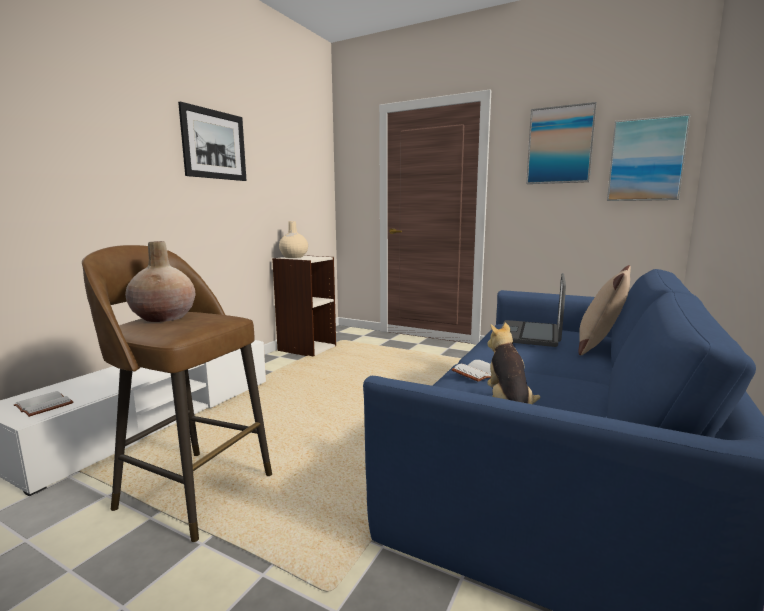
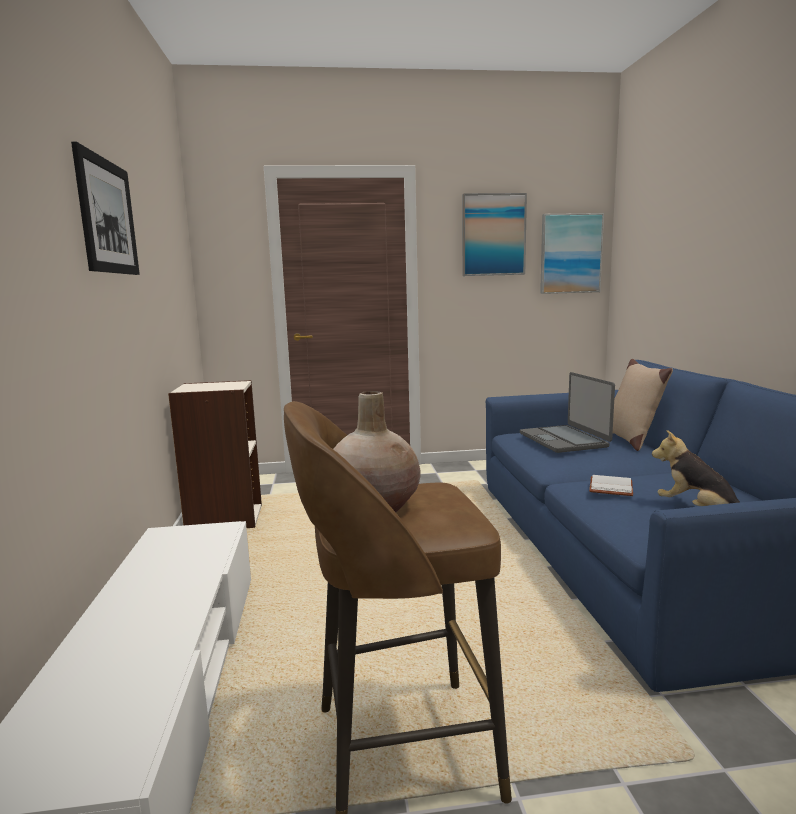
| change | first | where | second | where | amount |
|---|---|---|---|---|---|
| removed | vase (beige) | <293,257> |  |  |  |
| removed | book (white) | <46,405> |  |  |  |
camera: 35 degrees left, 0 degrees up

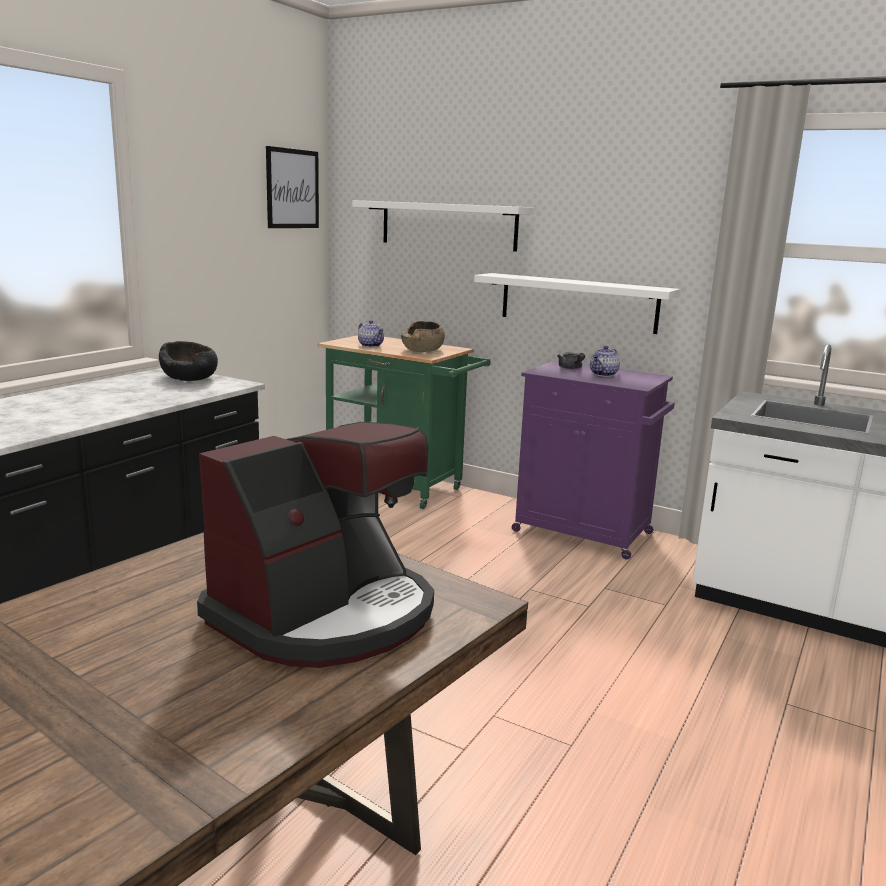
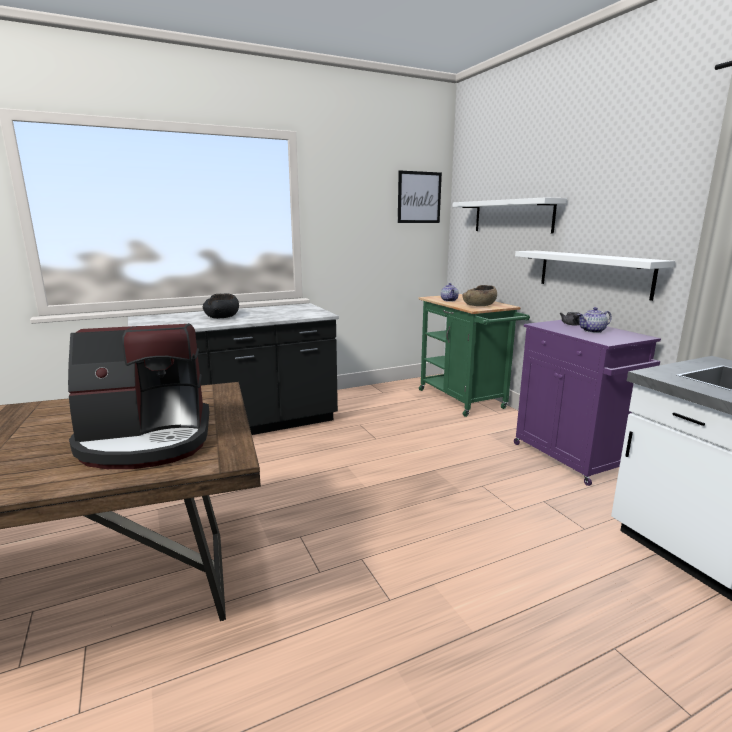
| change | first | where | second | where | amount |
|---|---|---|---|---|---|
| moved | bowl (black) | <189,378> |  | <222,317> |  |
camera: 35 degrees right, 0 degrees up

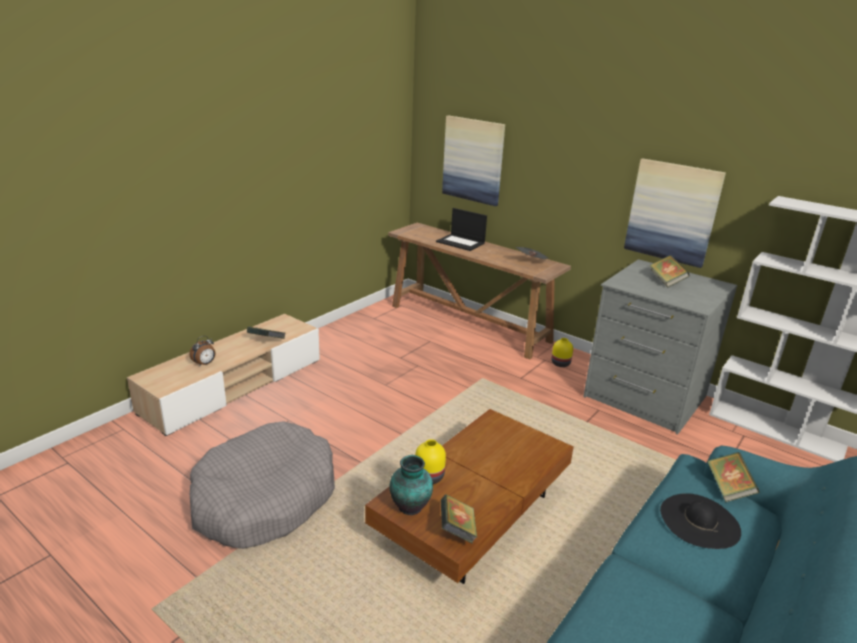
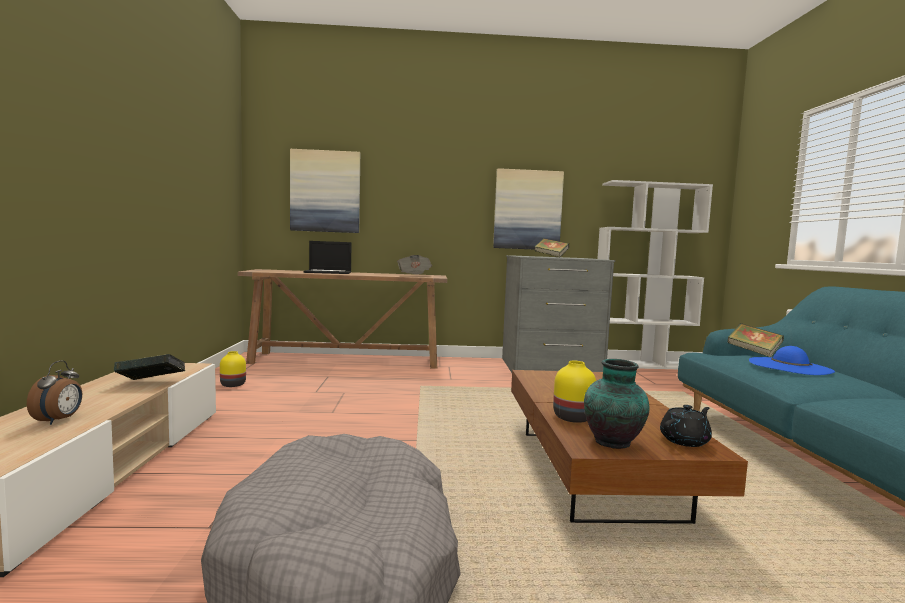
| change | first | where | second | where | amount |
|---|---|---|---|---|---|
| moved | vase (yellow) | <560,363> |  | <233,384> |  |
| recoloured | hat (black) | <699,521> | hat (blue) | <789,366> |  |
| replaced | book | <457,530> | teapot (black) | <685,440> |  |
camera: 40 degrees left, 20 degrees down

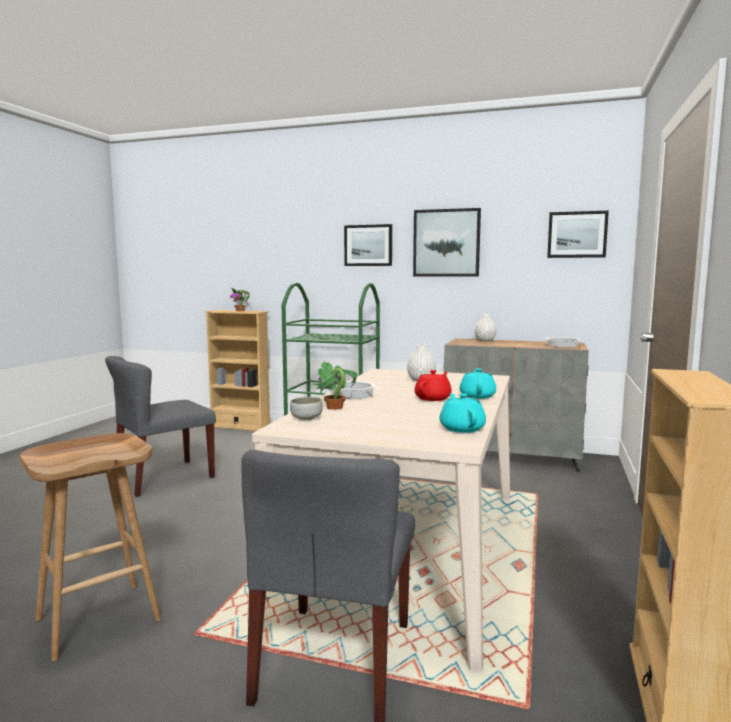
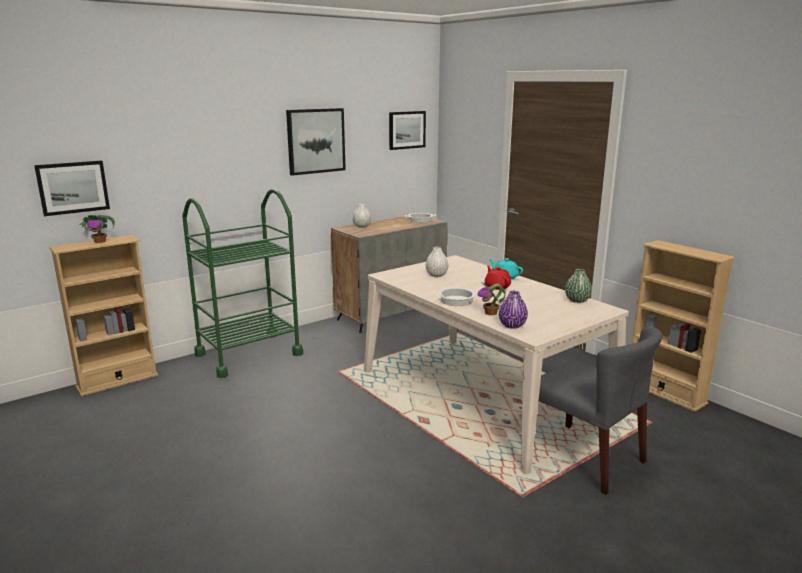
| change | first | where | second | where | amount |
|---|---|---|---|---|---|
| moved | picture | <368,245> |  | <73,187> |  |
| removed | chair (grey) | <163,477> |  |  |  |
| replaced | teapot (turquoise) | <462,428> | vase (green) | <577,300> |  |
| replaced | bowl | <306,418> | vase (purple) | <512,325> |  |
| removed | stool (brown) | <99,618> |  |  |  |
camera: 55 degrees left, 10 degrees up

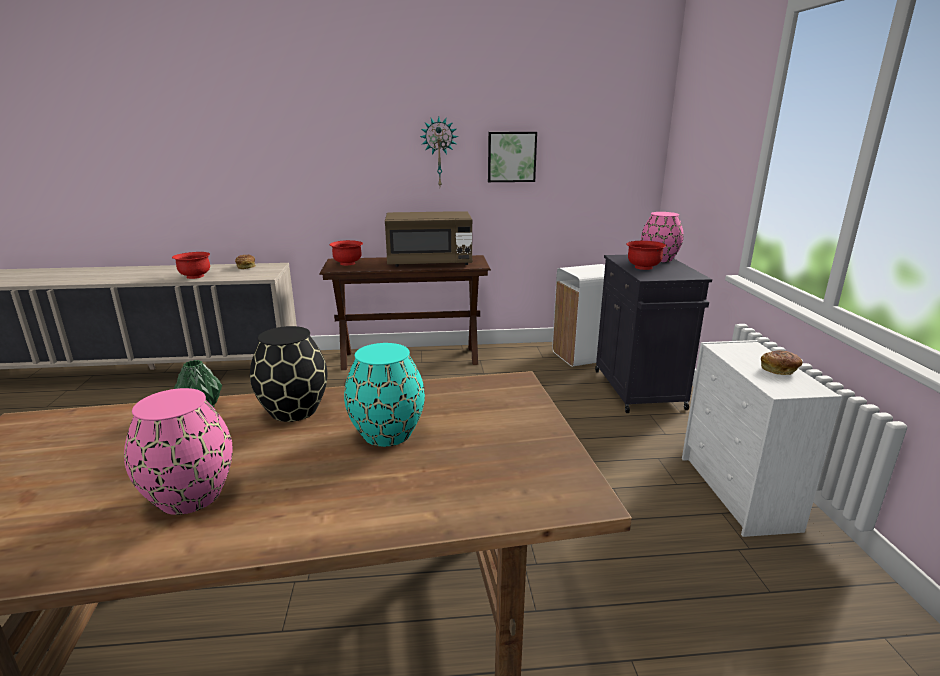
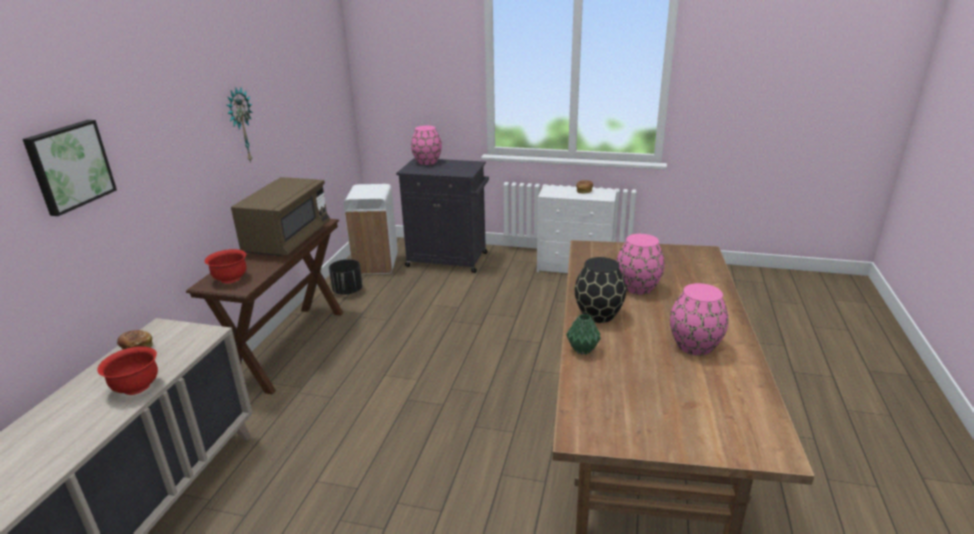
| change | first | where | second | where | amount |
|---|---|---|---|---|---|
| moved | picture | <511,156> |  | <69,166> |  |
| removed | bowl (red) | <643,267> |  |  |  |
| recoloured | vase (turquoise) | <387,433> | vase (pink) | <637,287> |  |
| added |  |  | planter (black) | <348,291> |  |
camera: 70 degrees left, 5 degrees up

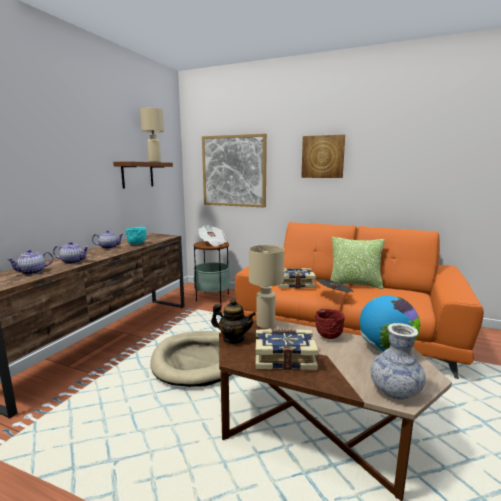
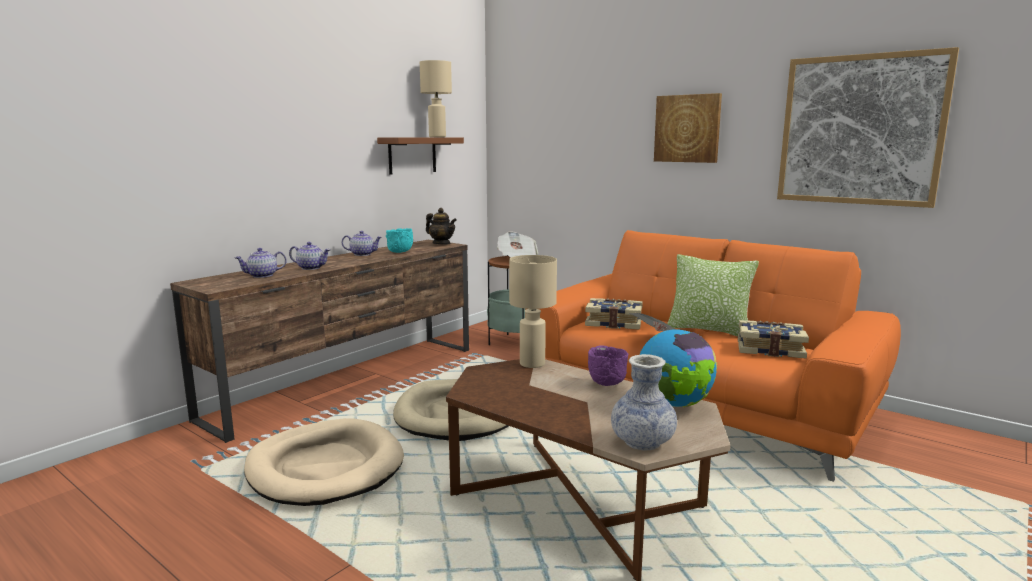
| change | first | where | second | where | amount |
|---|---|---|---|---|---|
| moved | picture | <234,171> |  | <860,130> |  |
| moved | teapot | <233,339> |  | <441,244> |  |
| recoloured | bowl (red) | <328,336> | bowl (purple) | <606,384> |  |
| moved | book | <284,358> |  | <770,349> |  |
| added |  |  | dog bed (beige) | <325,467> |  |
camera: 15 degrees right, 0 degrees up

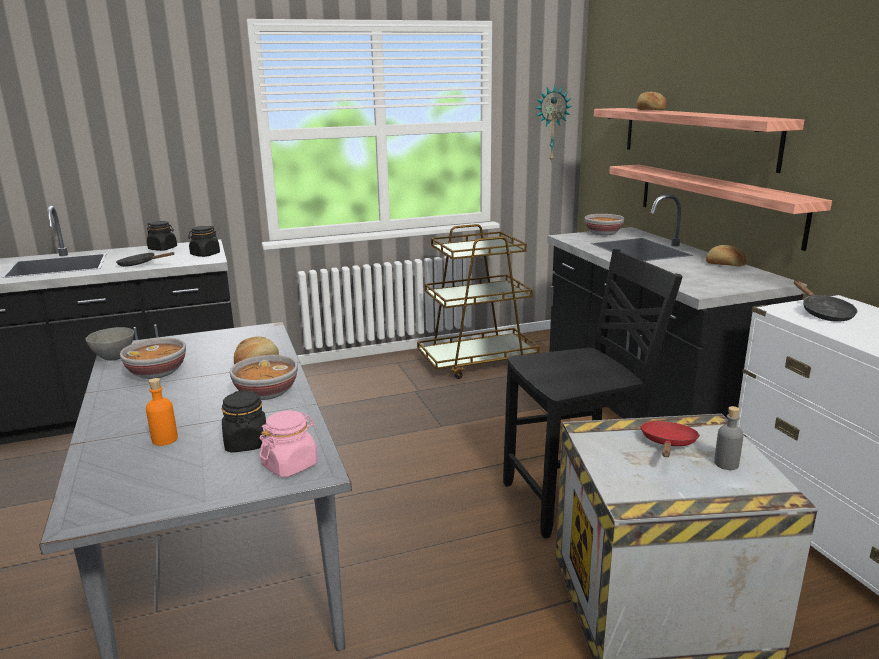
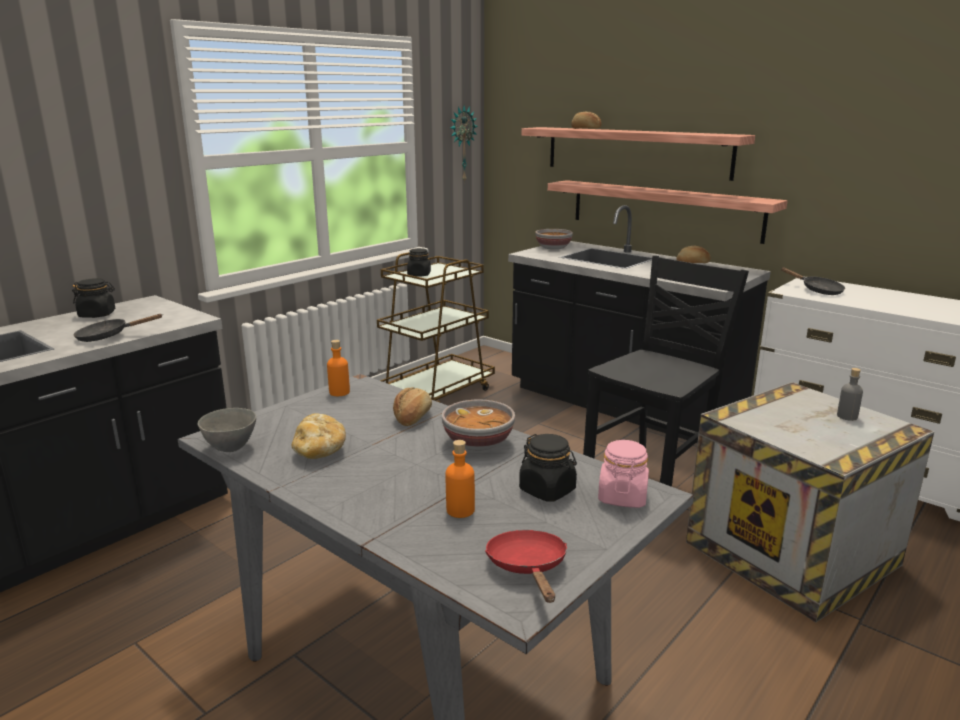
| change | first | where | second | where | amount |
|---|---|---|---|---|---|
| moved | jar (black) | <205,255> |  | <419,275> |  |
| replaced | bowl | <157,373> | bread | <319,451> |  |
| moved | frying pan (red) | <668,444> |  | <528,568> |  |
| added |  |  | bottle (orange) | <339,392> |  |
camera: 30 degrees left, 0 degrees up

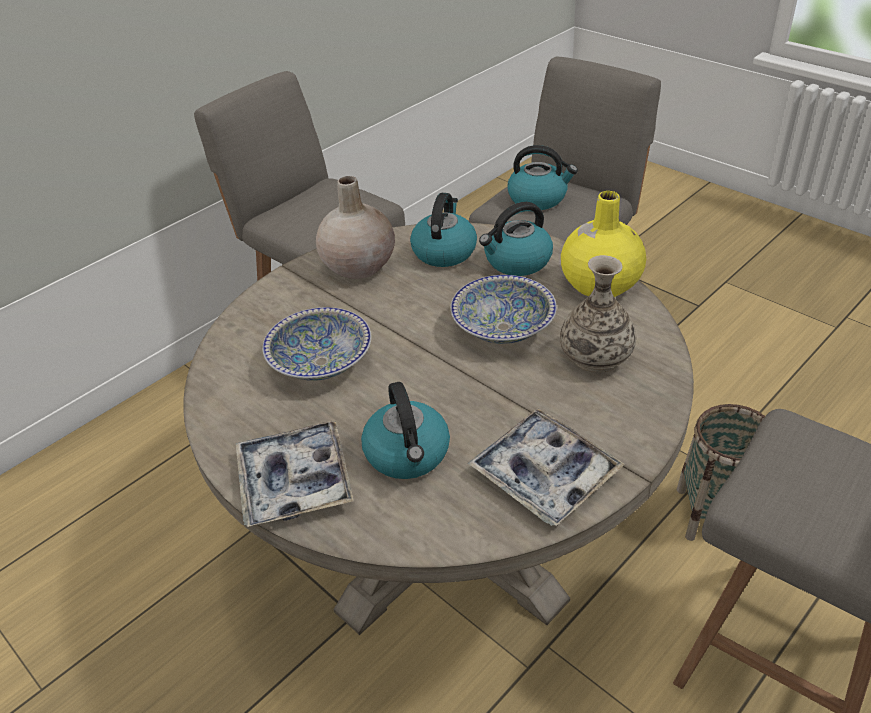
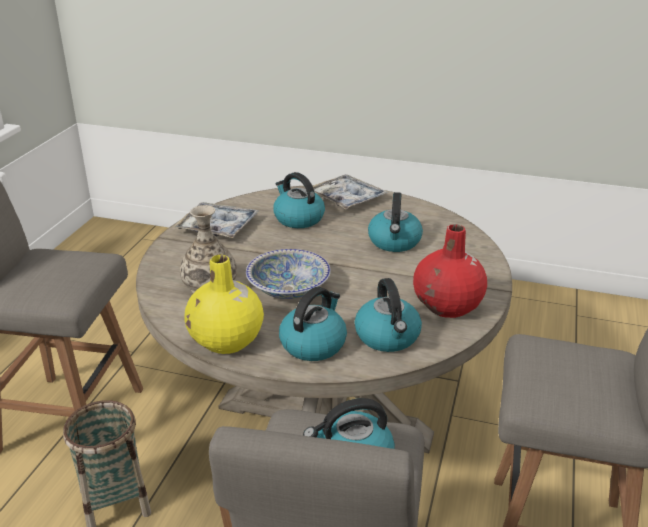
| change | first | where | second | where | amount |
|---|---|---|---|---|---|
| recoloured | vase (beige) | <358,265> | vase (red) | <448,306> |  |
| replaced | bowl | <320,362> | kettle | <394,242> |  |
camera: 150 degrees right, 10 degrees down

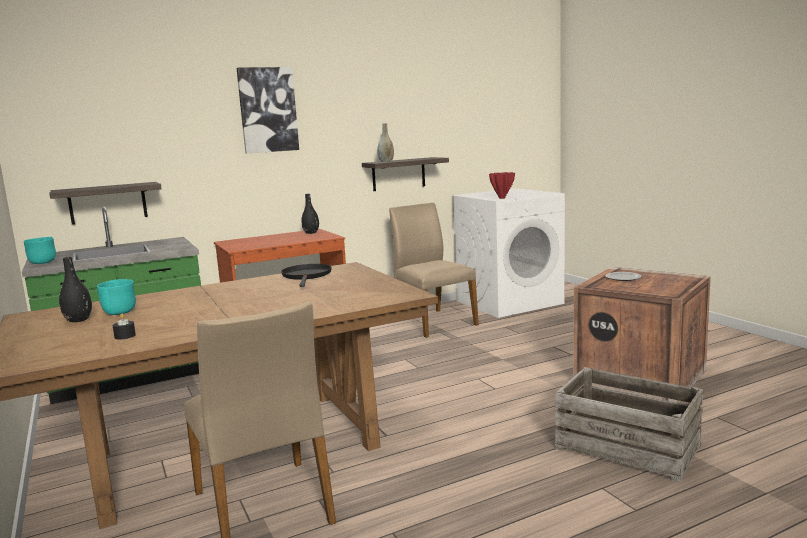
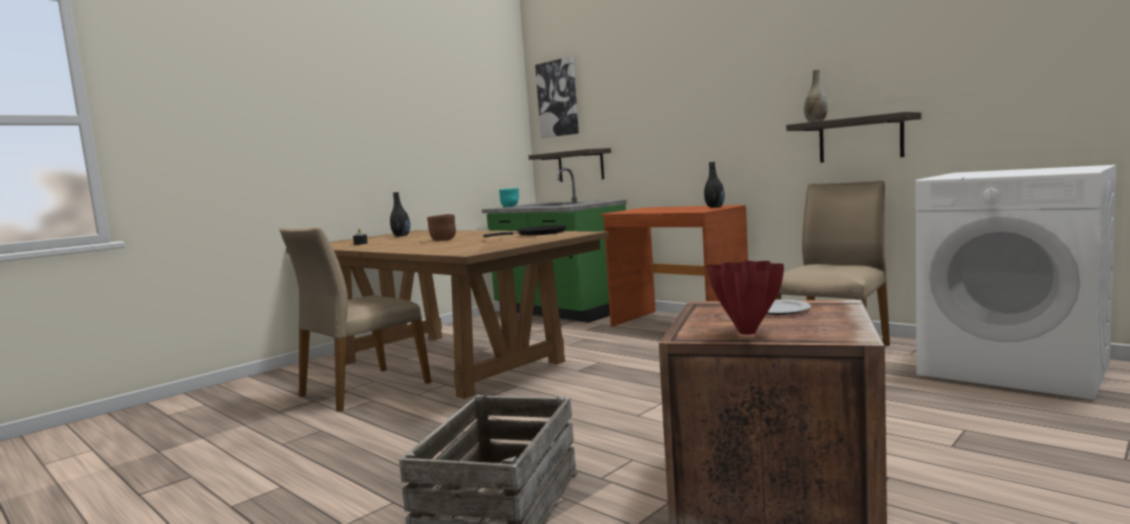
| change | first | where | second | where | amount |
|---|---|---|---|---|---|
| moved | picture | <268,110> |  | <558,98> |  |
| moved | vase (red) | <502,198> |  | <748,332> |  |
| removed | bowl (turquoise) | <119,313> |  |  |  |
| added |  |  | bowl (brown) | <442,240> |  |
camera: 70 degrees right, 5 degrees down

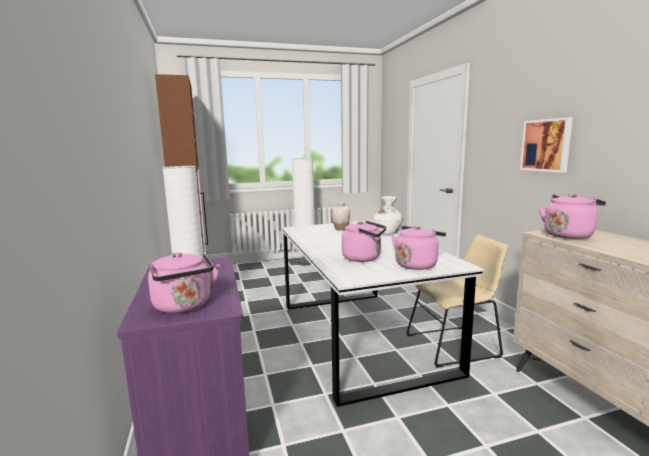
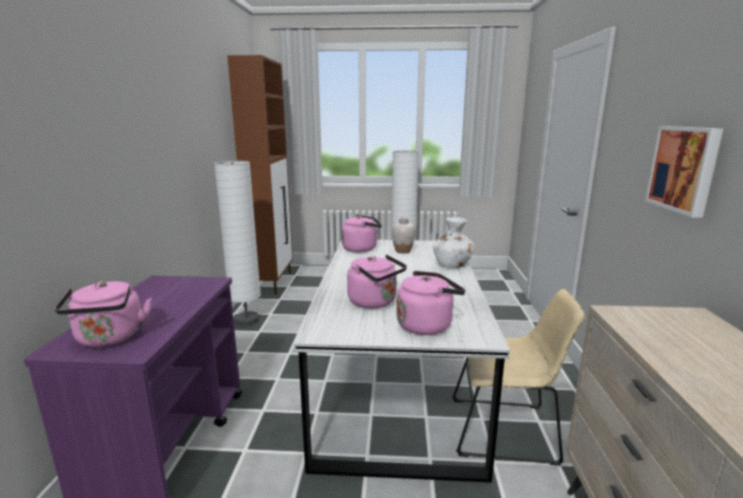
| change | first | where | second | where | amount |
|---|---|---|---|---|---|
| moved | kettle (pink) | <568,235> |  | <361,248> |  |
camera: 20 degrees right, 5 degrees up

